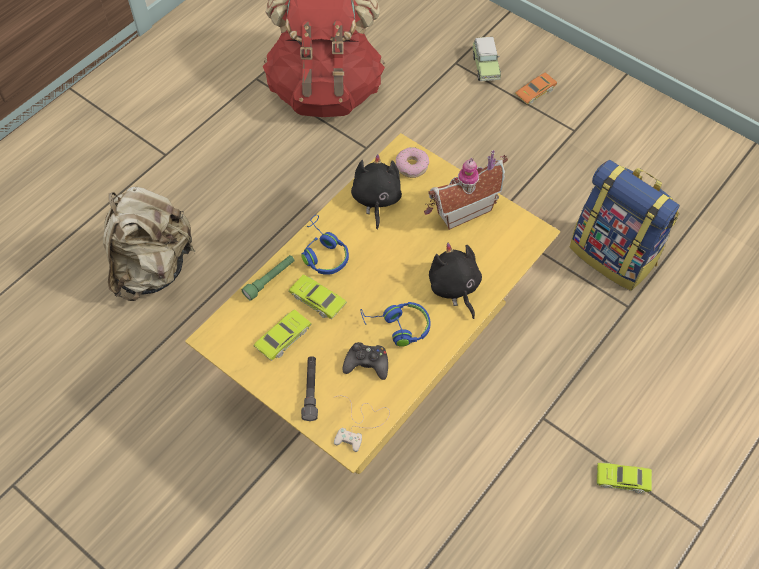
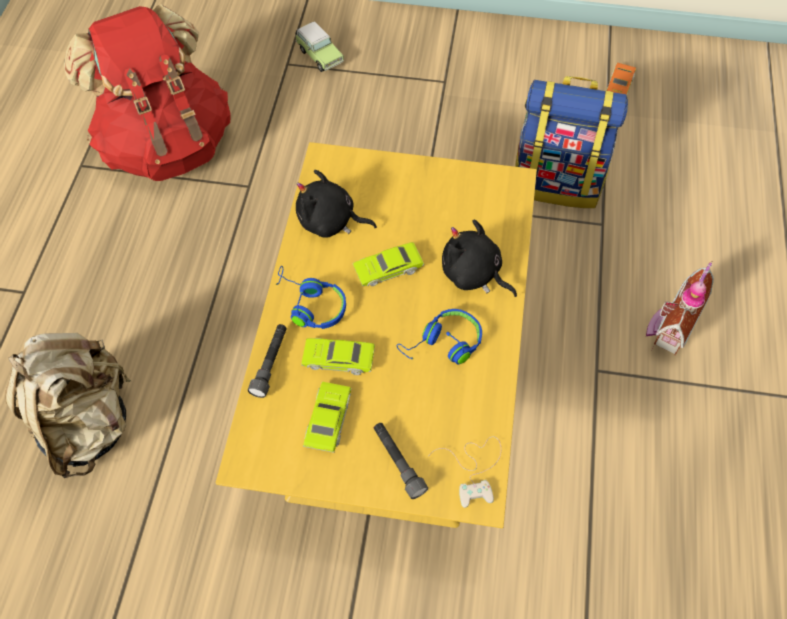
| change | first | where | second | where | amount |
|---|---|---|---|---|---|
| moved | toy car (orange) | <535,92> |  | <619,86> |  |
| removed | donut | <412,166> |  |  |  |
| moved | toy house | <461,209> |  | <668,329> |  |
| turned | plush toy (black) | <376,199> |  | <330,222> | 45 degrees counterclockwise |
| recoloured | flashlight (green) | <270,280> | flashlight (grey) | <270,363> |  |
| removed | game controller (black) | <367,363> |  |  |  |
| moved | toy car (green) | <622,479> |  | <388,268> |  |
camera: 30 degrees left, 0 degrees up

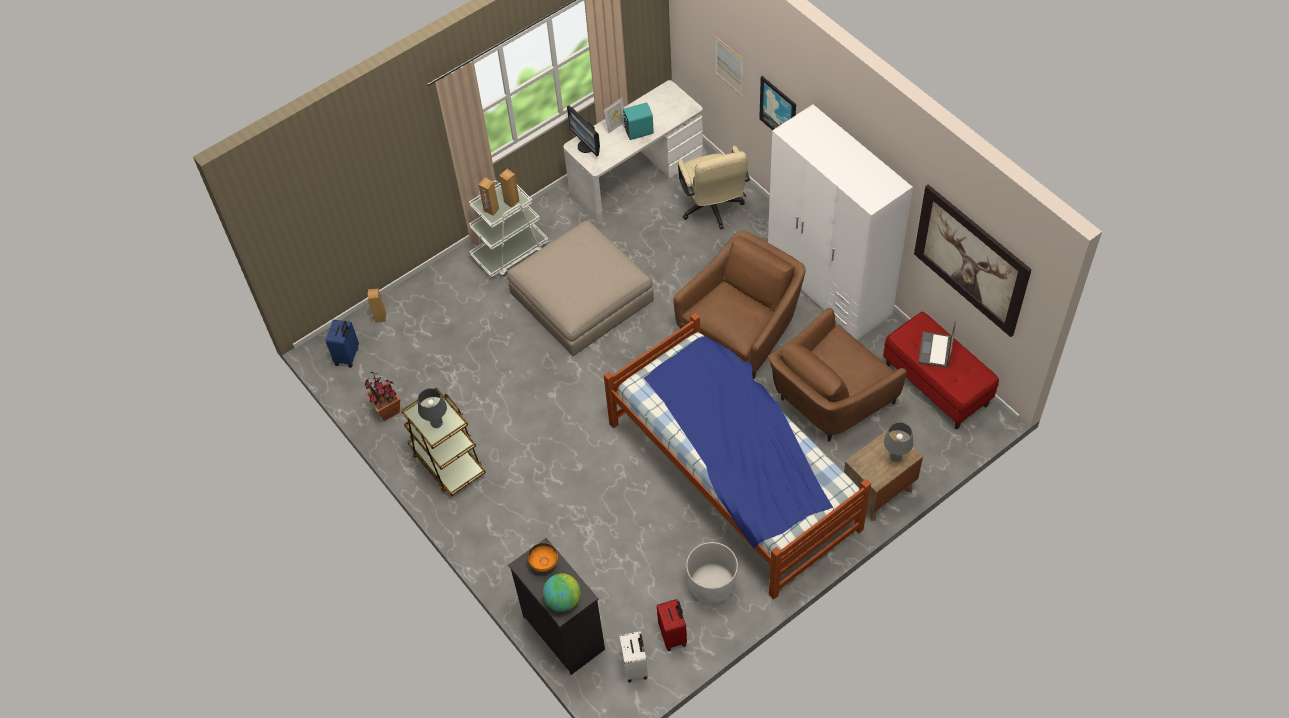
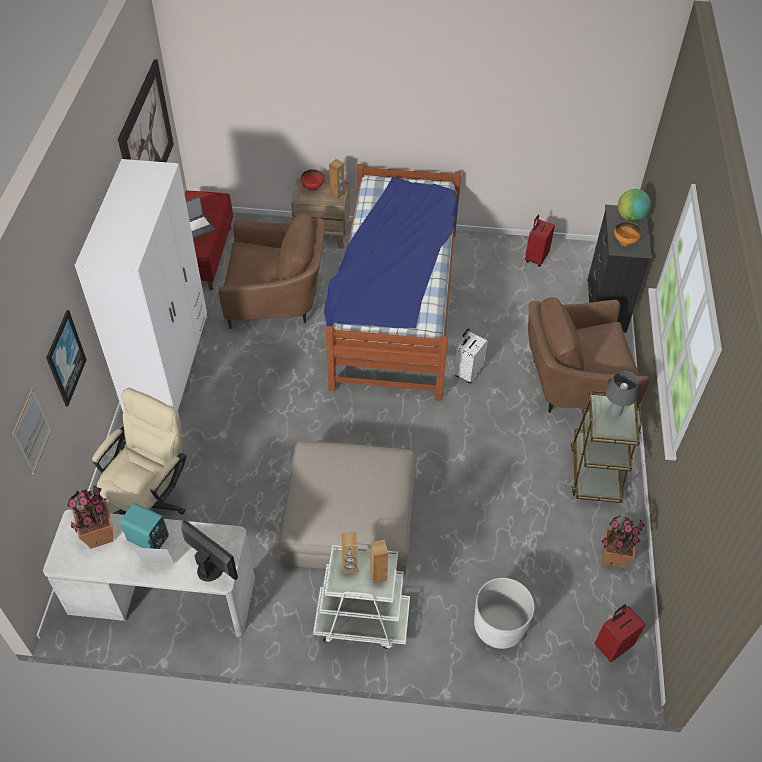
| change | first | where | second | where | amount |
|---|---|---|---|---|---|
| turned | monitor | <587,146> |  | <211,568> | 60 degrees counterclockwise |
| moved | armchair (brown) | <742,328> |  | <575,383> |  |
| moved | speaker (brown) | <380,317> |  | <337,194> |  |
| recoloured | suitcase (blue) | <348,356> | suitcase (red) | <612,645> |  |
| replaced | table lamp (grey) | <896,457> | bowl (red) | <312,188> |  |
| moved | planter (white) | <712,585> |  | <499,626> |  |
| moved | suitcase (white) | <636,667> |  | <467,372> |  |
| added |  |  | potted plant | <99,535> |  |
camera: 140 degrees left, 5 degrees down

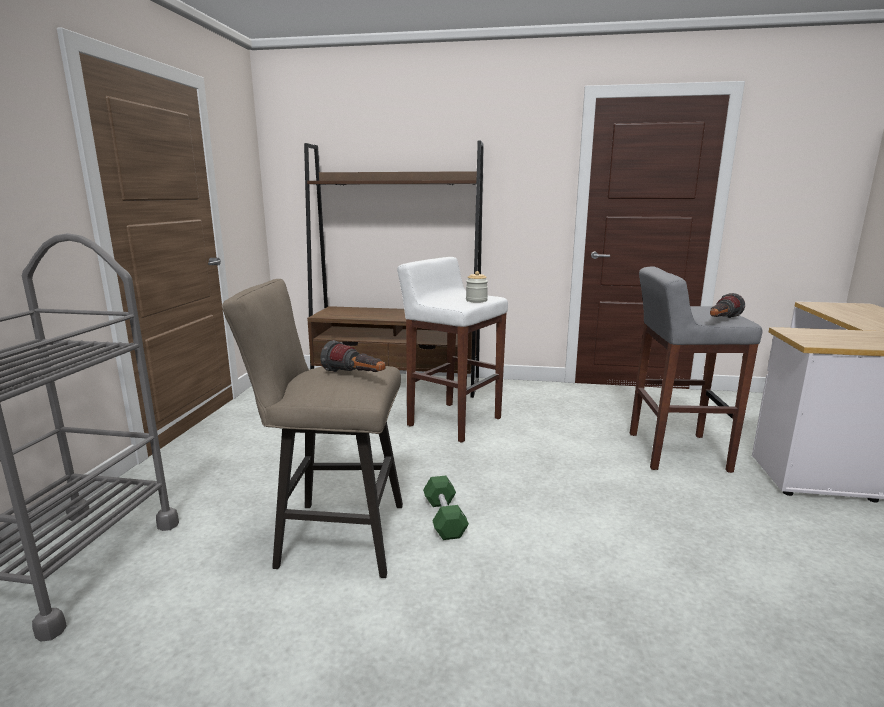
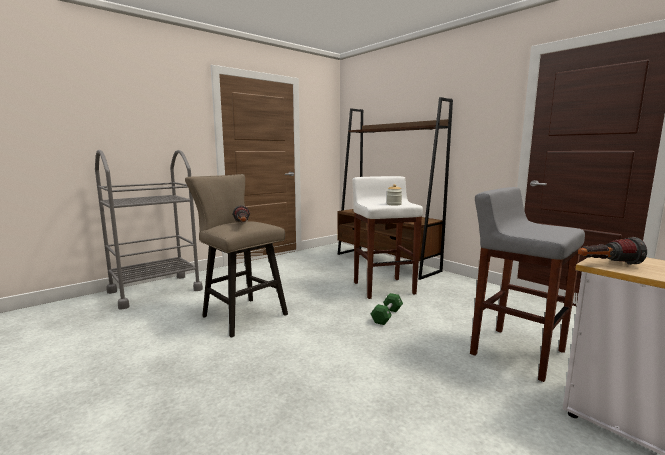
| change | first | where | second | where | amount |
|---|---|---|---|---|---|
| moved | flashlight | <721,321> |  | <606,265> |  |
| moved | dumbbell (green) | <444,518> |  | <387,316> |  |
camera: 40 degrees right, 5 degrees down

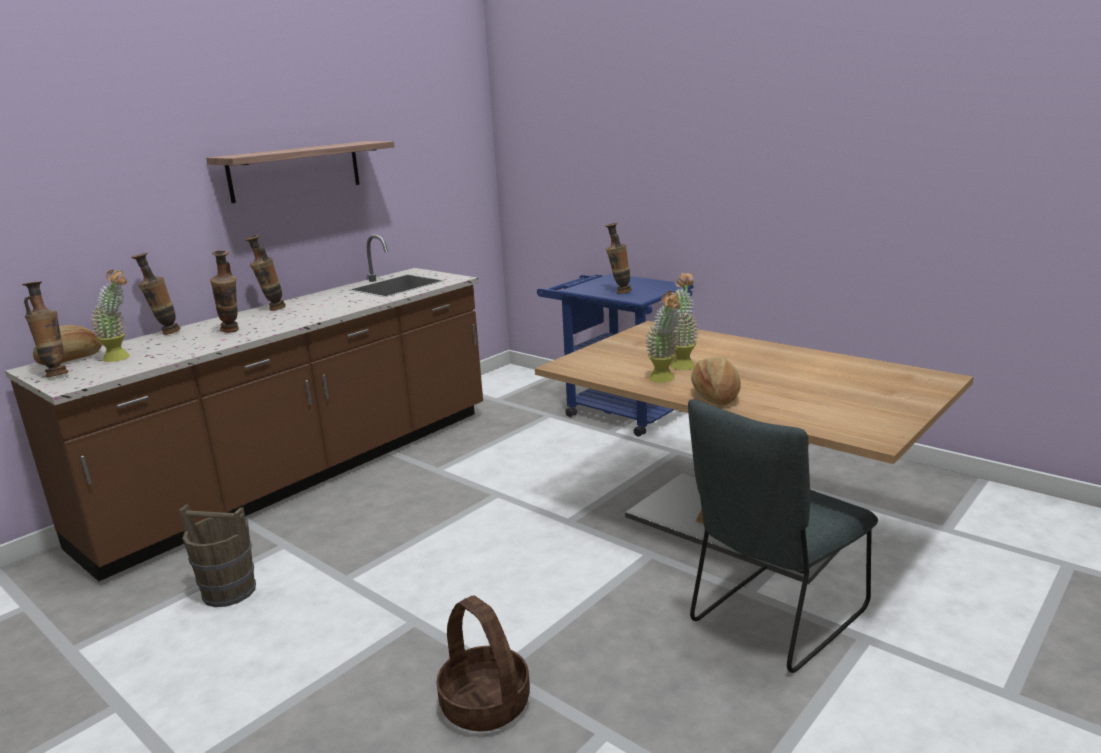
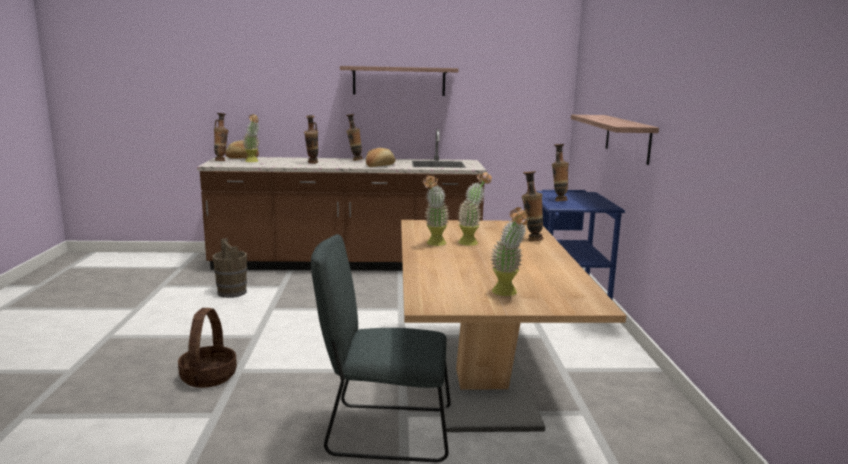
| change | first | where | second | where | amount |
|---|---|---|---|---|---|
| moved | vase | <165,333> |  | <530,239> |  |
| moved | bread | <716,395> |  | <380,166> |  |
| added |  |  | shelf | <627,138> |  |
| added |  |  | potted plant | <508,294> |  |
camera: 45 degrees right, 5 degrees down

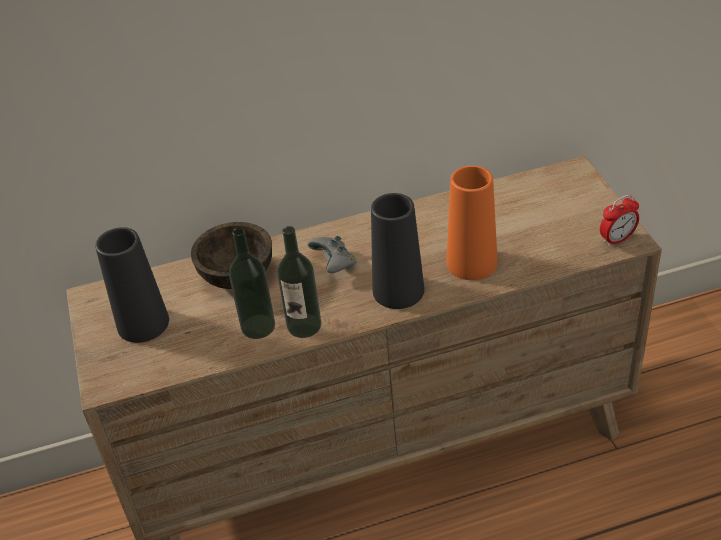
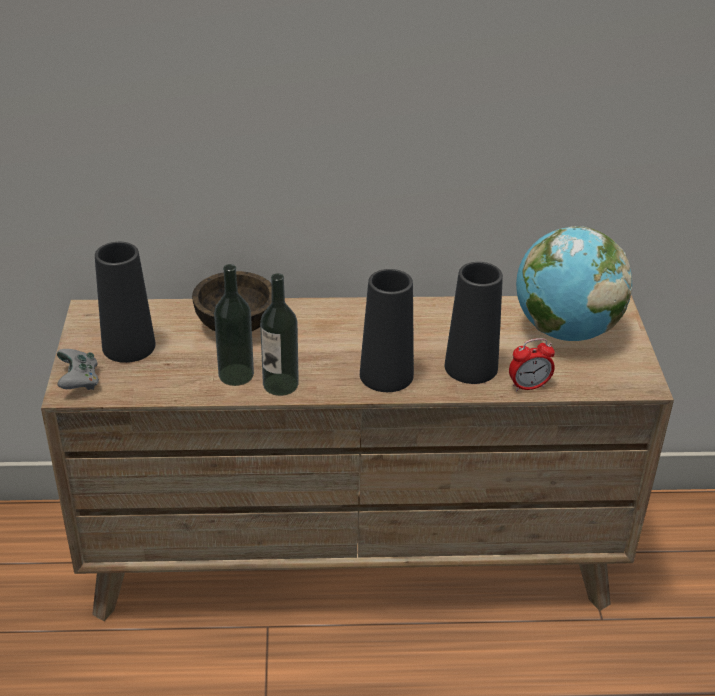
| change | first | where | second | where | amount |
|---|---|---|---|---|---|
| recoloured | vase (orange) | <471,262> | vase (black) | <471,367> |  |
| moved | alarm clock | <617,239> |  | <529,386> |  |
| moved | game controller (grey) | <334,264> |  | <79,381> |  |
| added |  |  | globe | <565,330> |  |
camera: 10 degrees right, 5 degrees down

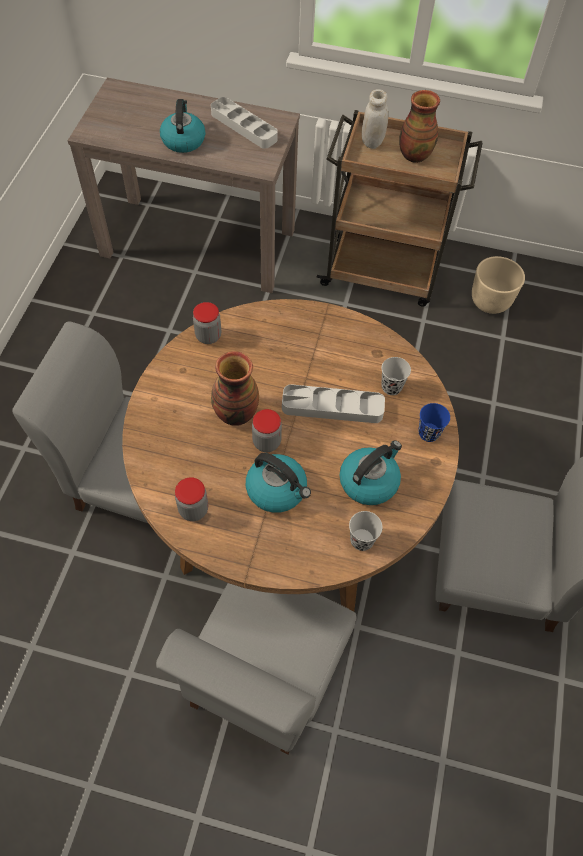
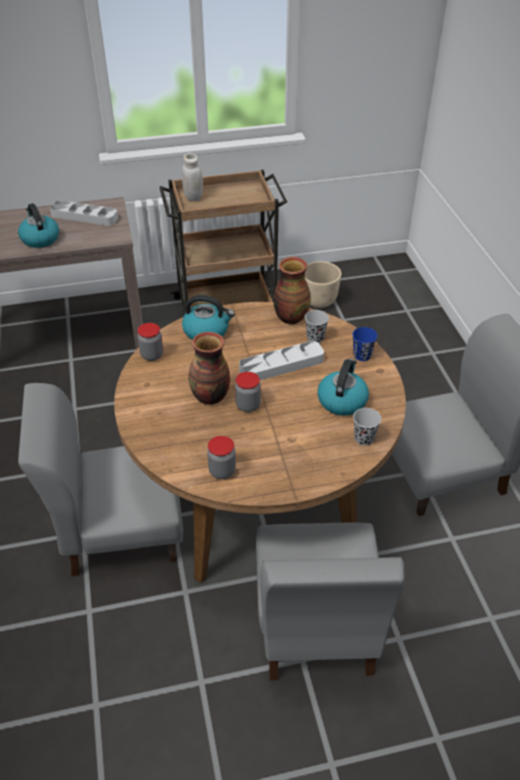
| change | first | where | second | where | amount |
|---|---|---|---|---|---|
| moved | vase | <414,155> |  | <290,317> |  |
| moved | kettle | <277,490> |  | <207,331> |  |
camera: 25 degrees left, 15 degrees down

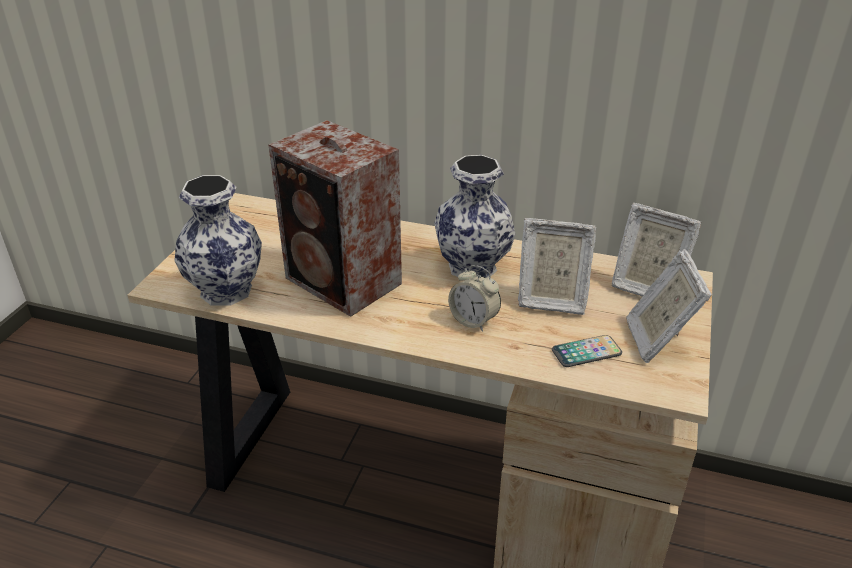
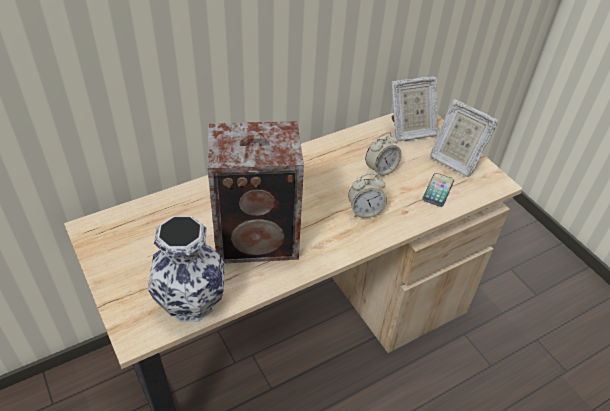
| change | first | where | second | where | amount |
|---|---|---|---|---|---|
| removed | vase | <474,267> |  |  |  |
| replaced | picture frame | <550,299> | alarm clock | <380,169> |  |
camera: 50 degrees left, 10 degrees up

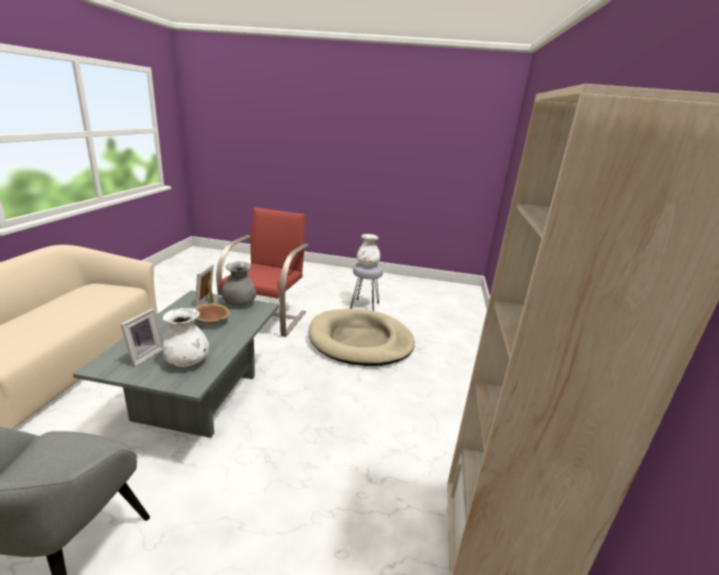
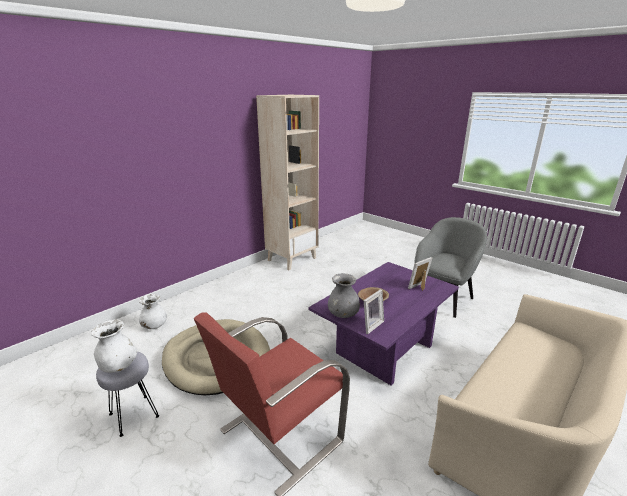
| change | first | where | second | where | amount |
|---|---|---|---|---|---|
| recoloured | coffee table (grey) | <200,398> | coffee table (purple) | <382,347> |  |
| moved | vase (white) | <187,362> |  | <154,326> |  |
camera: 145 degrees left, 0 degrees up

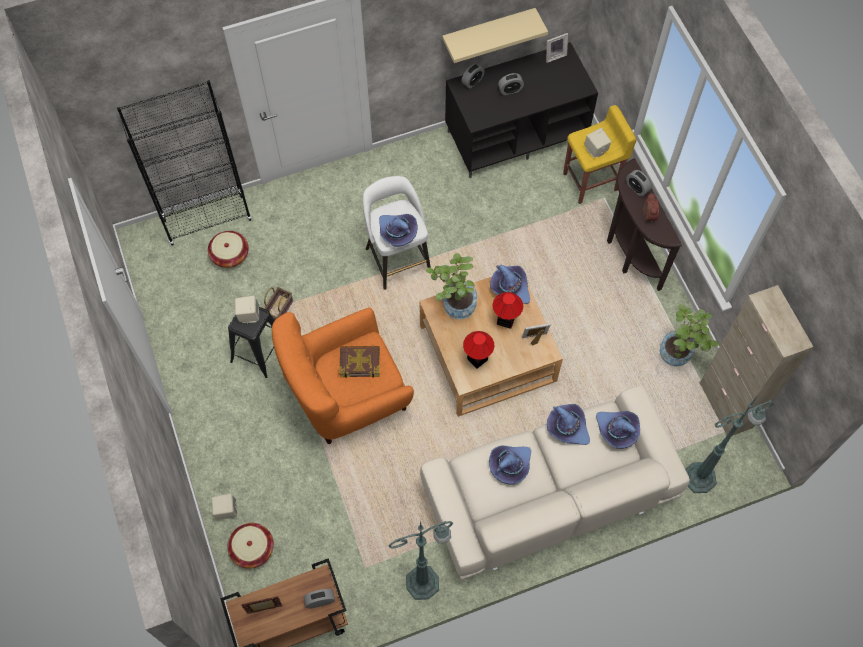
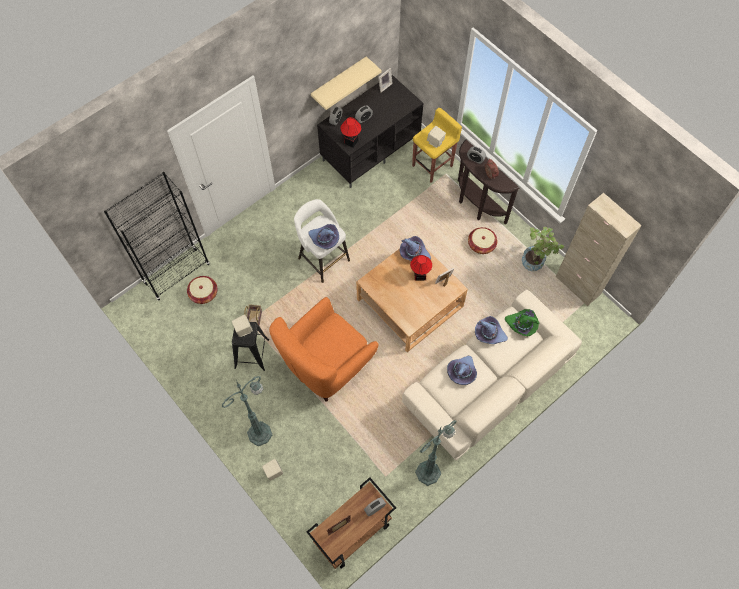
| change | first | where | second | where | amount |
|---|---|---|---|---|---|
| removed | potted plant | <454,305> |  |  |  |
| moved | table lamp | <477,358> |  | <351,141> |  |
| removed | book | <359,362> |  |  |  |
| moved | floor lamp (green) | <701,477> |  | <261,433> |  |
| recoloured | hat (purple) | <617,431> | hat (green) | <522,325> |  |
| moved | basket | <252,549> |  | <481,245> |  |
camera: 20 degrees left, 0 degrees up

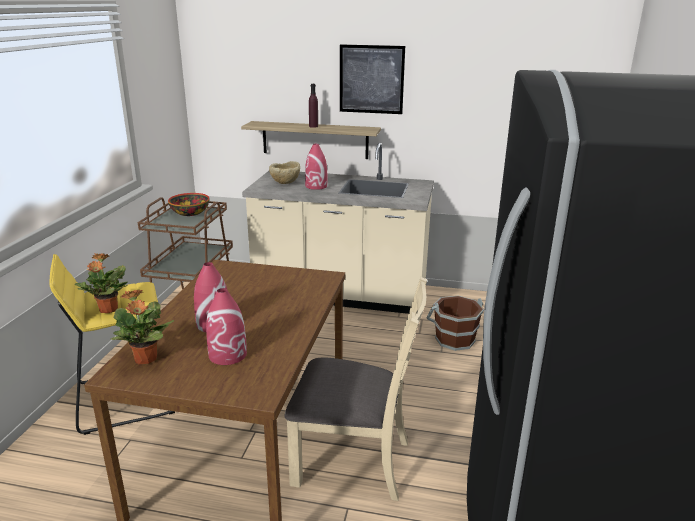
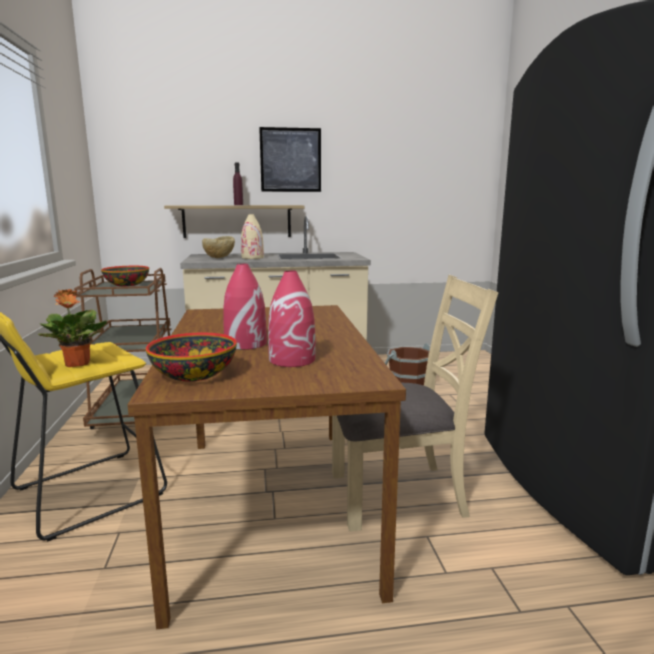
| change | first | where | second | where | amount |
|---|---|---|---|---|---|
| recoloured | vase (red) | <316,186> | vase (beige) | <252,257> |  |
| replaced | potted plant | <146,359> | bowl | <193,375> |  |
camera: 20 degrees left, 10 degrees down

